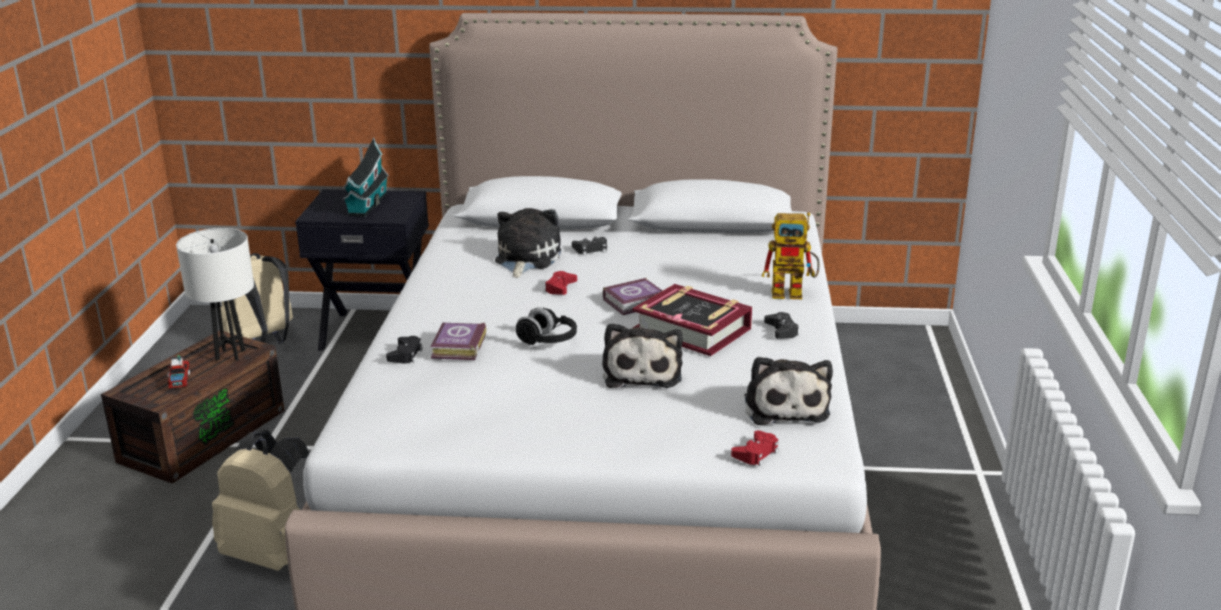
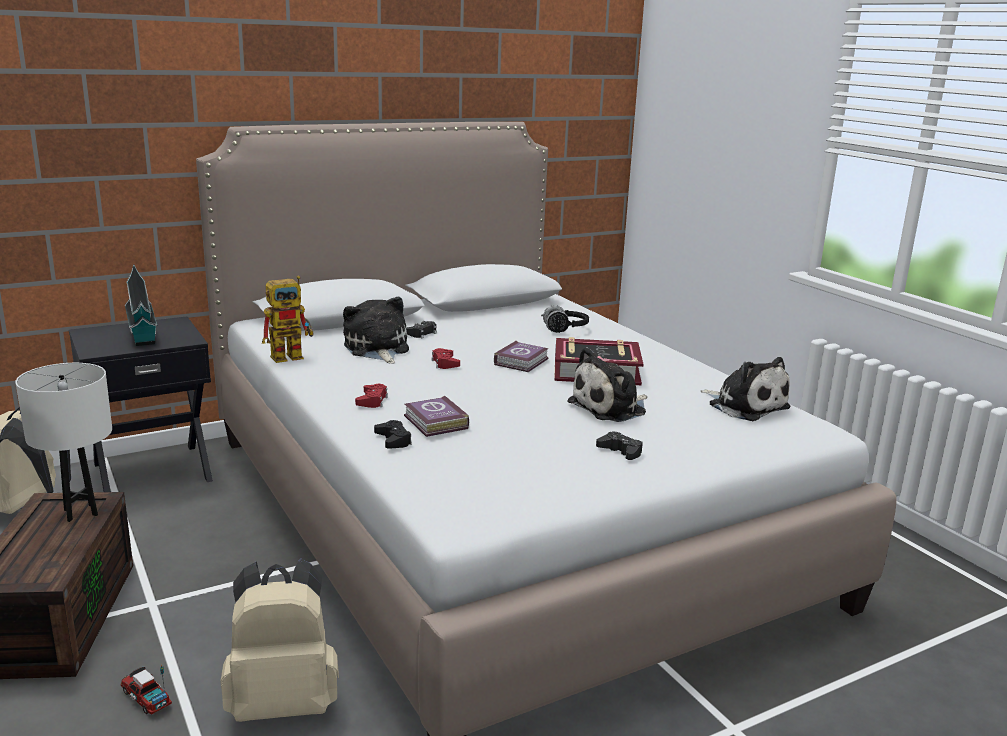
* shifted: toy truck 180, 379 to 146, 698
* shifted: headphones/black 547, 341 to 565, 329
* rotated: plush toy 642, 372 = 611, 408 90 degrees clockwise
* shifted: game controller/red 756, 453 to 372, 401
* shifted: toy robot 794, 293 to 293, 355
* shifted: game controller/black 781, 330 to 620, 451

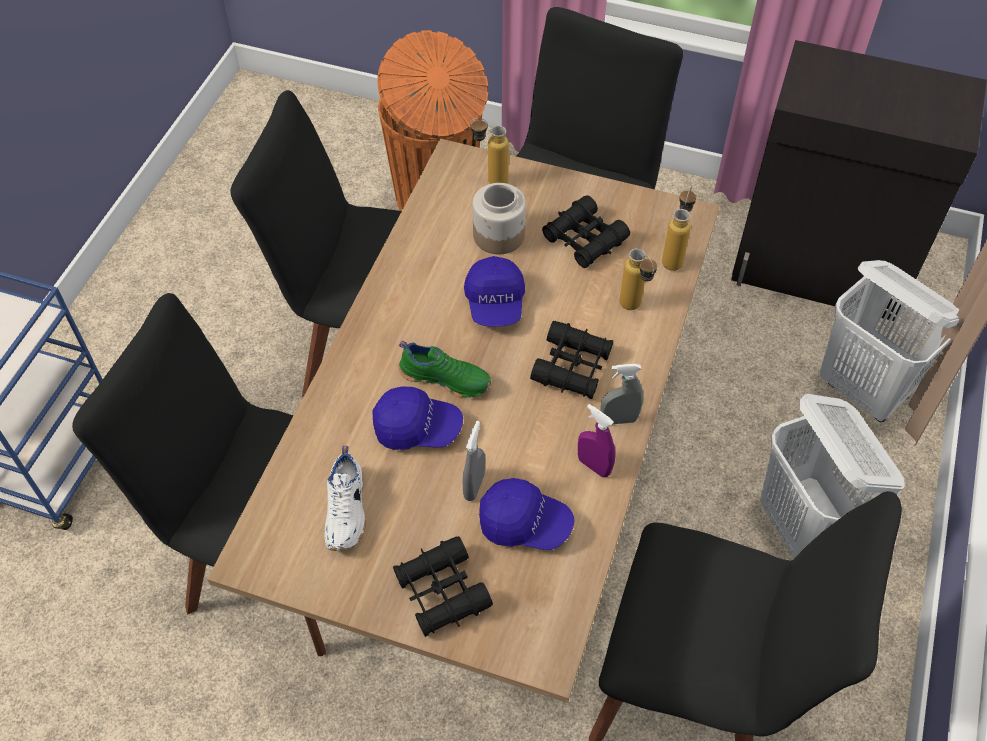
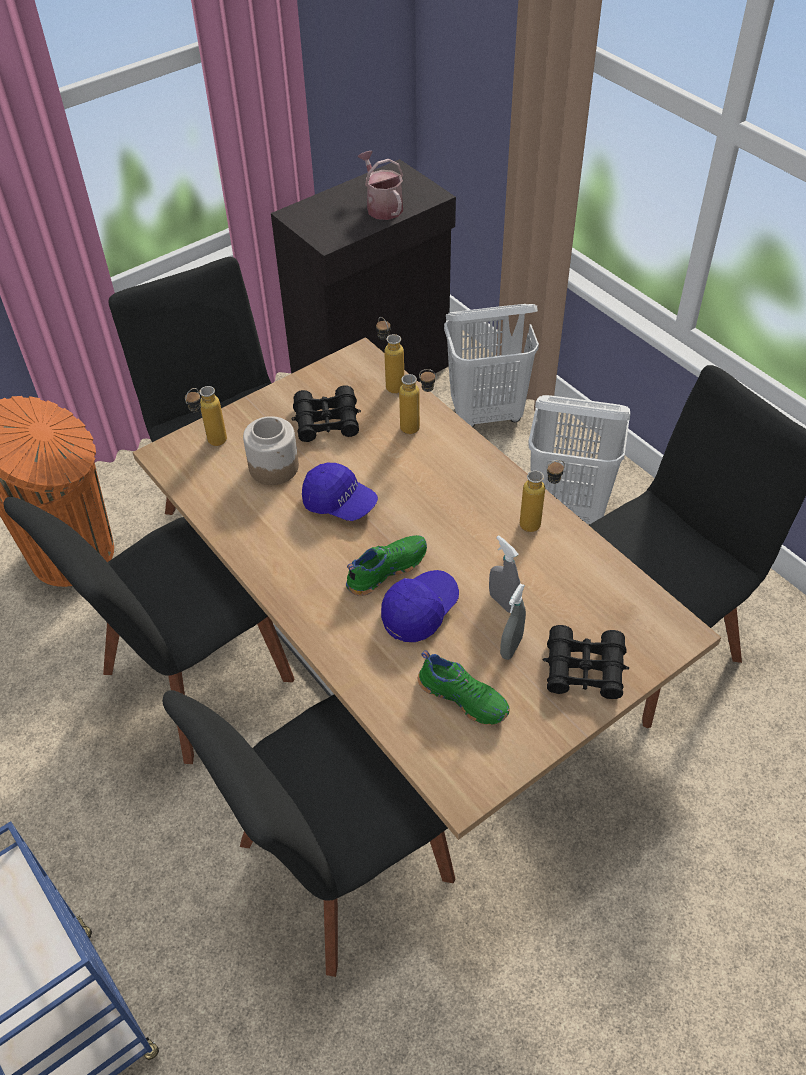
* repainted: shoe/white 347, 510 to shoe/green 464, 696
* gone: cap/blue 524, 523
* gone: binoculars/black 572, 366
* swapped: spray bottle/purple 594, 466 to bottle 538, 523
* shifted: spray bottle/grey 619, 419 to 511, 647
* new: watering can 382, 206

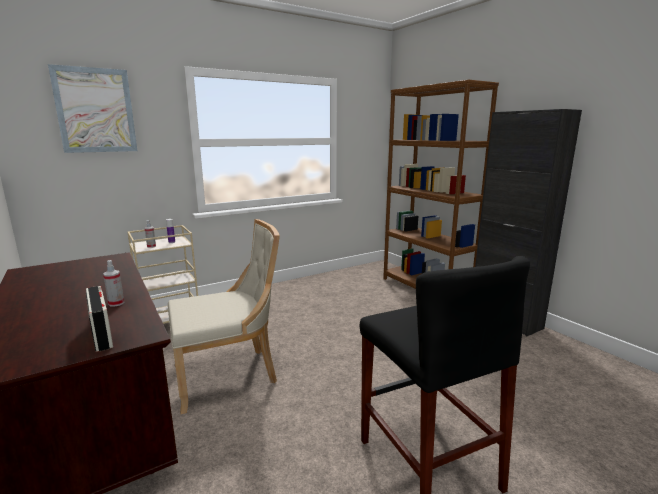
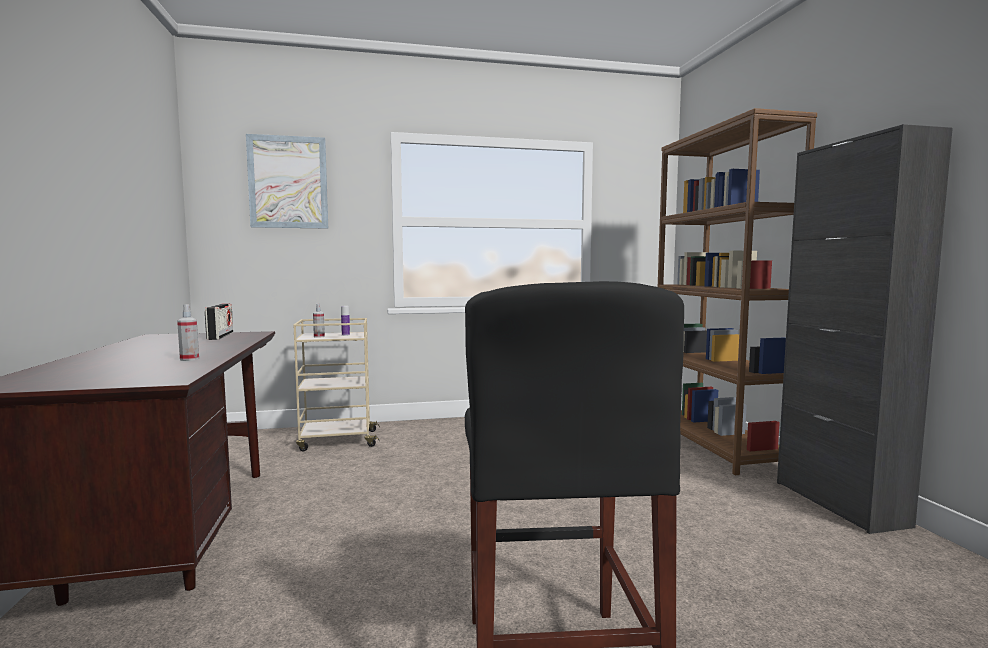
* shifted: radio 101, 334 to 220, 336
* gone: chair/beige 229, 375

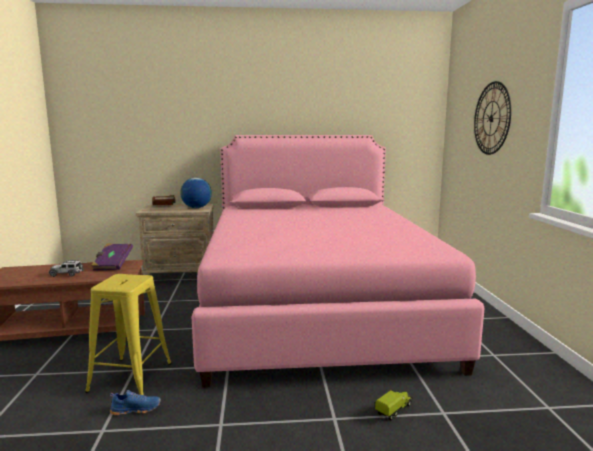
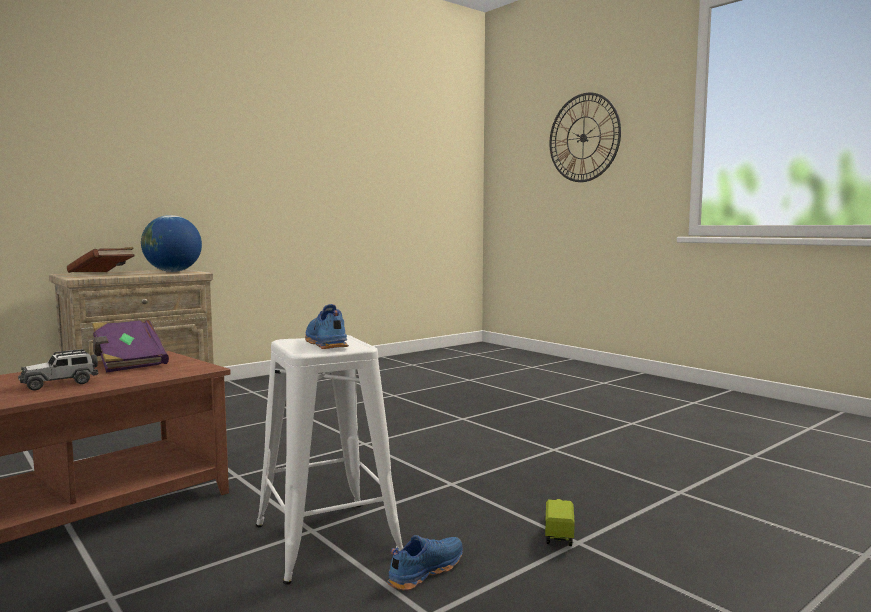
* repainted: stool/yellow 130, 377 to stool/white 327, 540
* gone: bed/pink 316, 308
* shifted: toy truck 394, 410 to 559, 531
* new: shoe/blue 325, 343

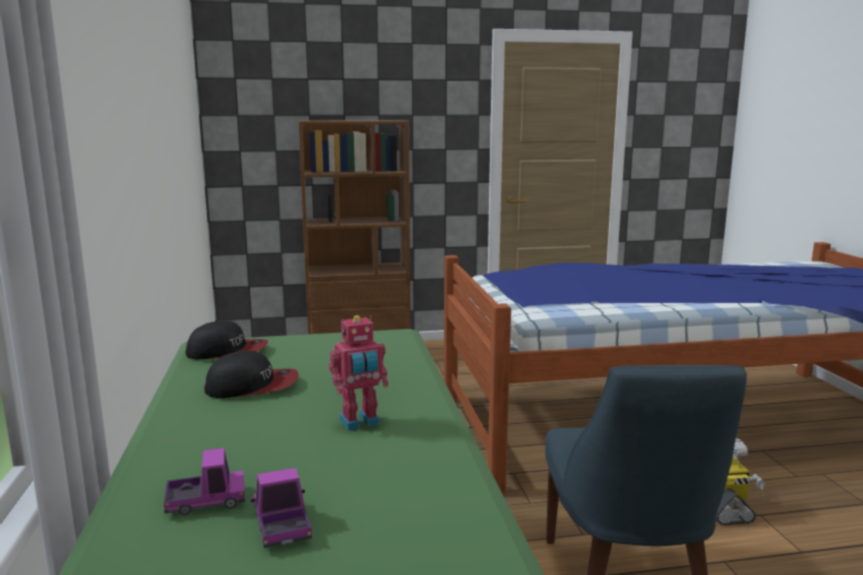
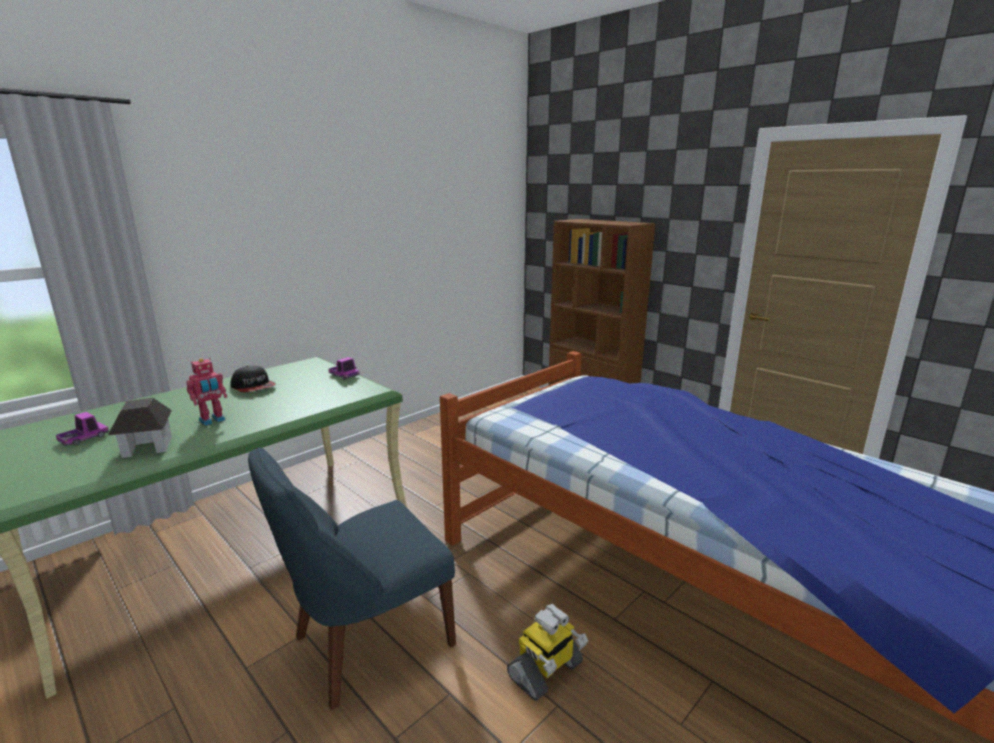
* shifted: toy truck 206, 501 to 344, 375
* gone: cap 227, 352
* rotated: toy robot 360, 422 = 212, 420 75 degrees counterclockwise
* new: toy house 147, 447

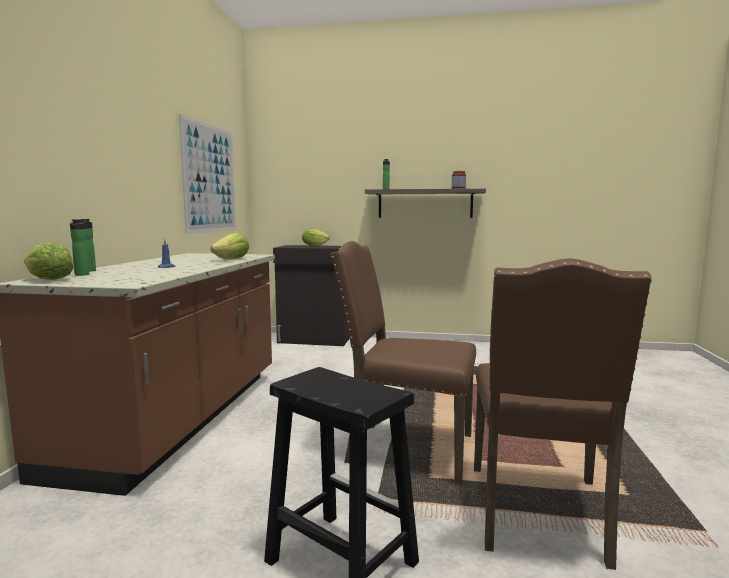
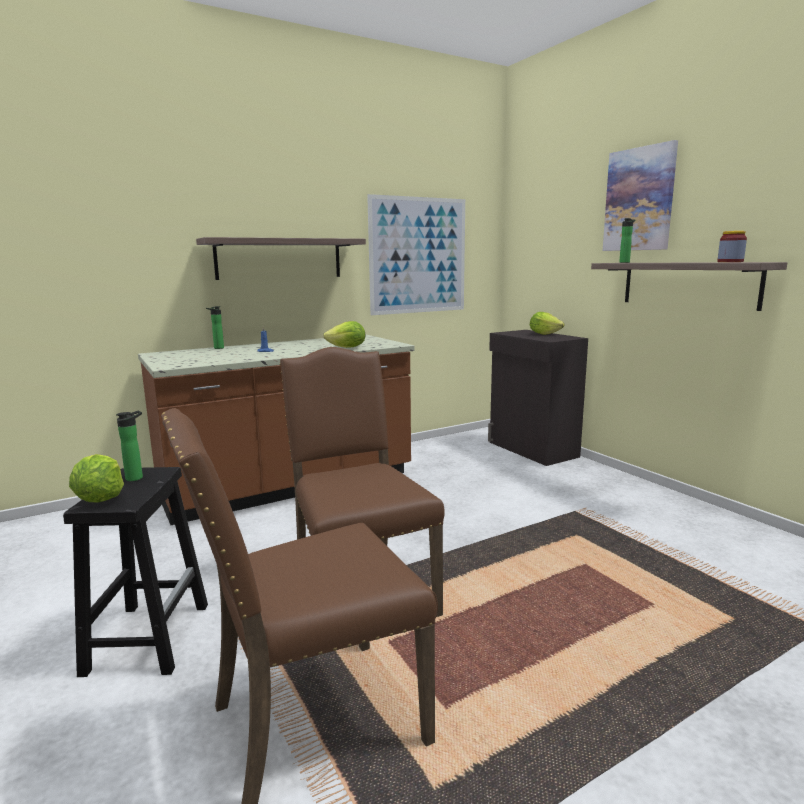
* shifted: lettuce 49, 280 to 100, 498
* shifted: bottle 83, 274 to 137, 477
* new: shelf 279, 258
* new: picture 639, 199

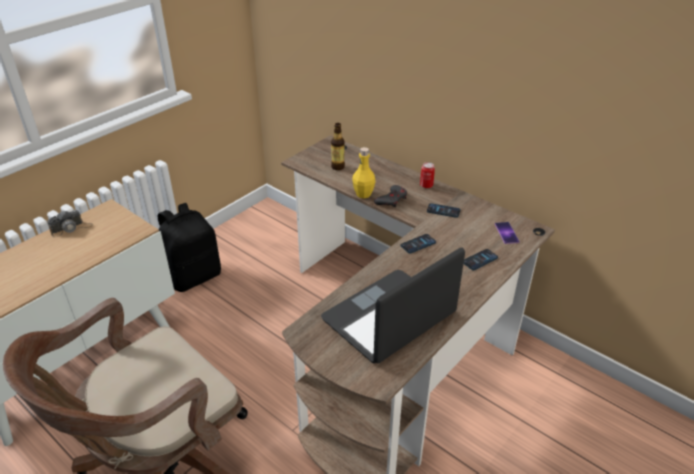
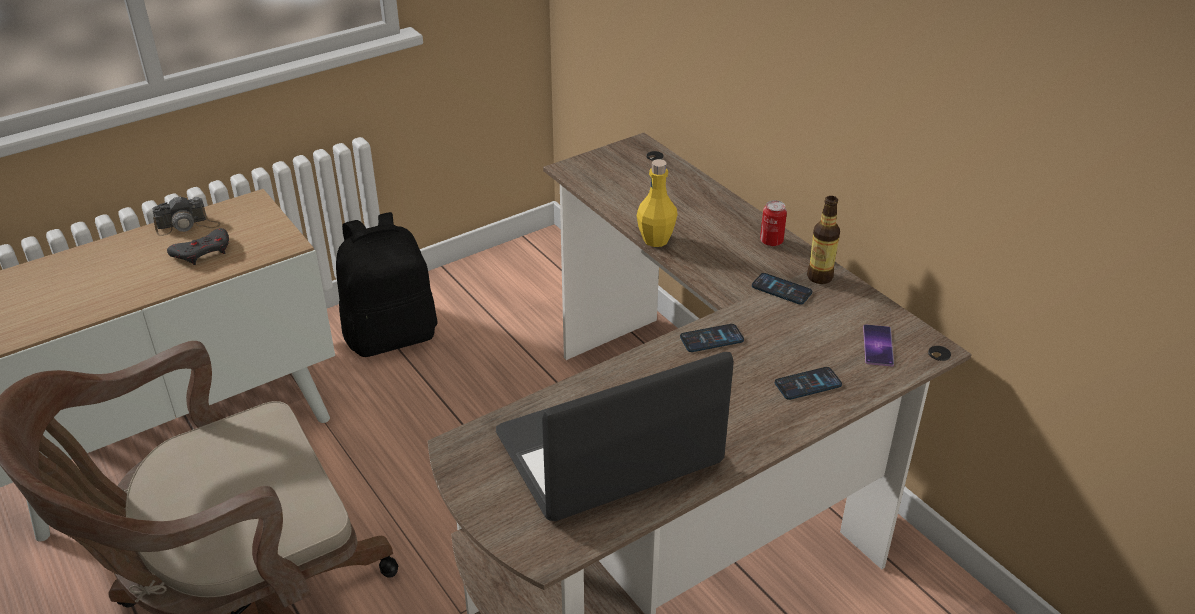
* shifted: bottle 338, 167 to 819, 277
* shifted: game controller/grey 392, 199 to 203, 251

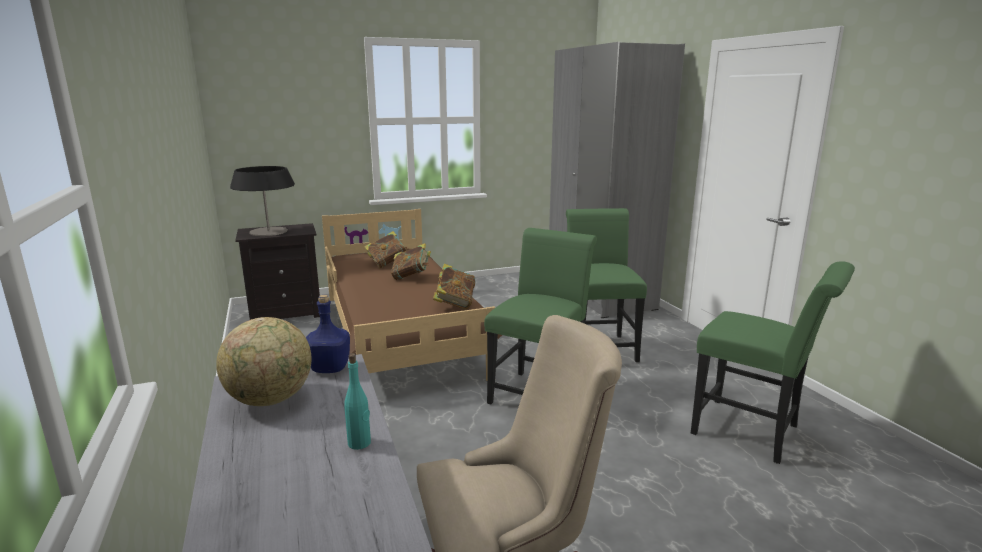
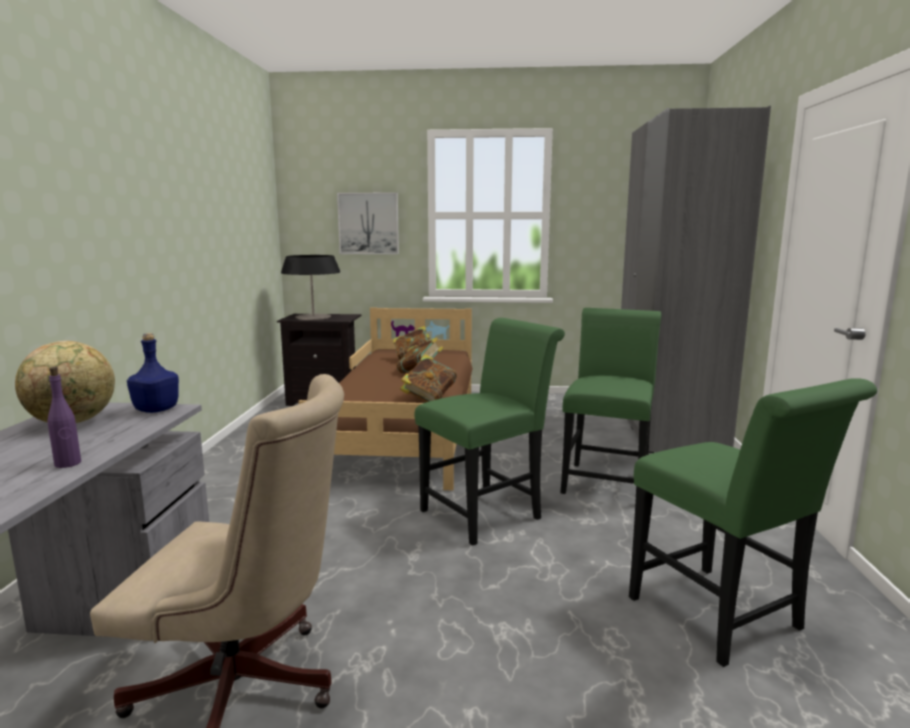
* repainted: bottle/turquoise 359, 443 to bottle/purple 68, 464
* new: picture 368, 223

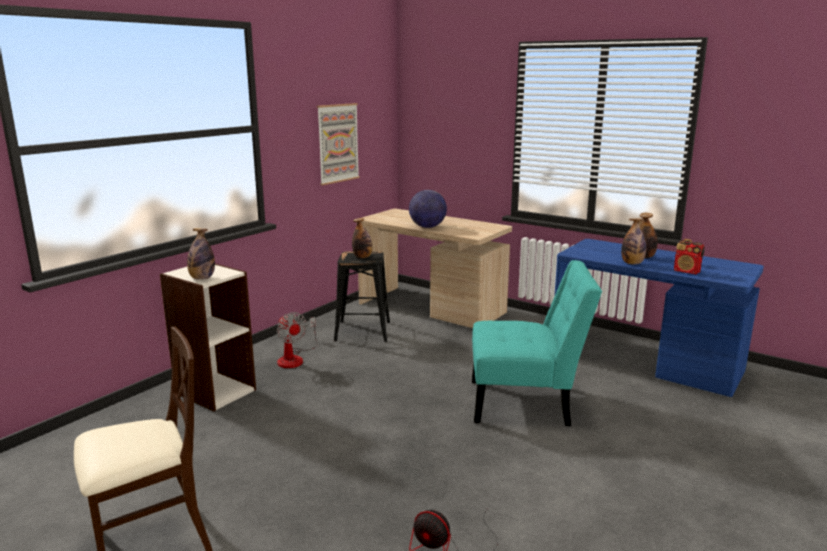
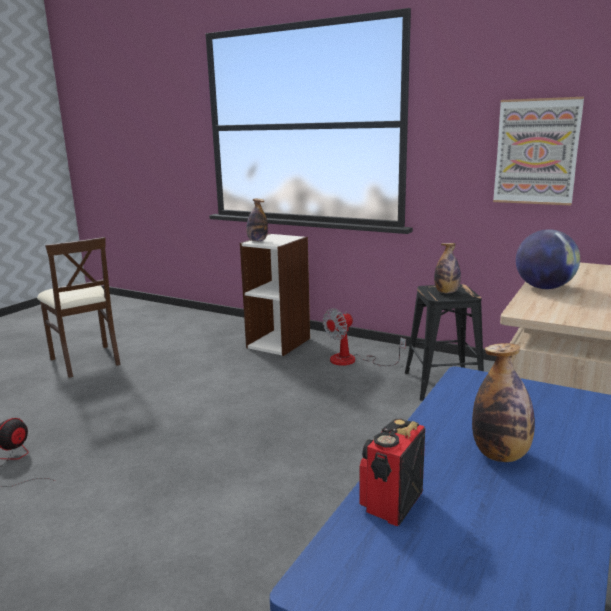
* gone: chair/turquoise 526, 403
* gone: bottle 632, 263

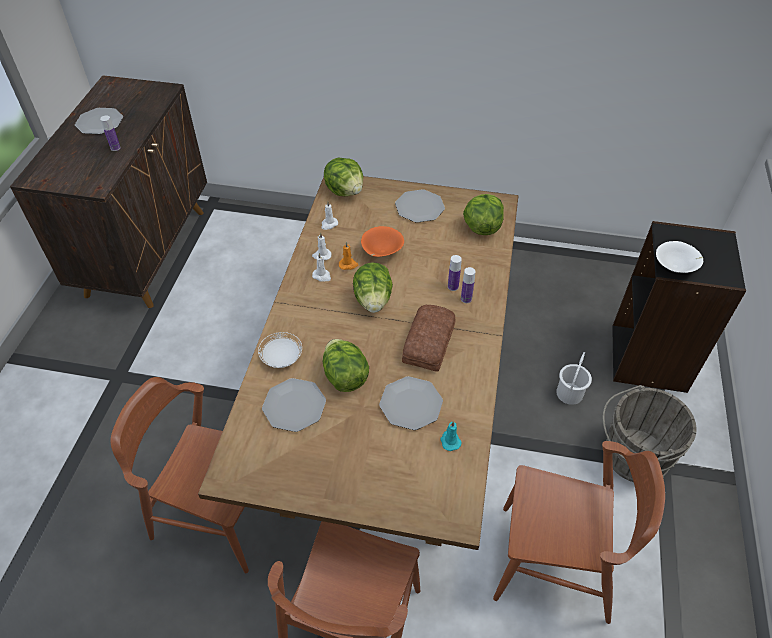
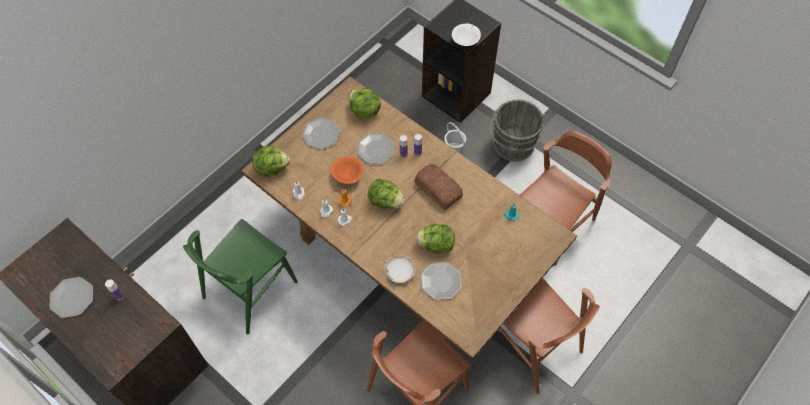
* shifted: plate 411, 404 to 375, 149
* new: chair/green 249, 289

